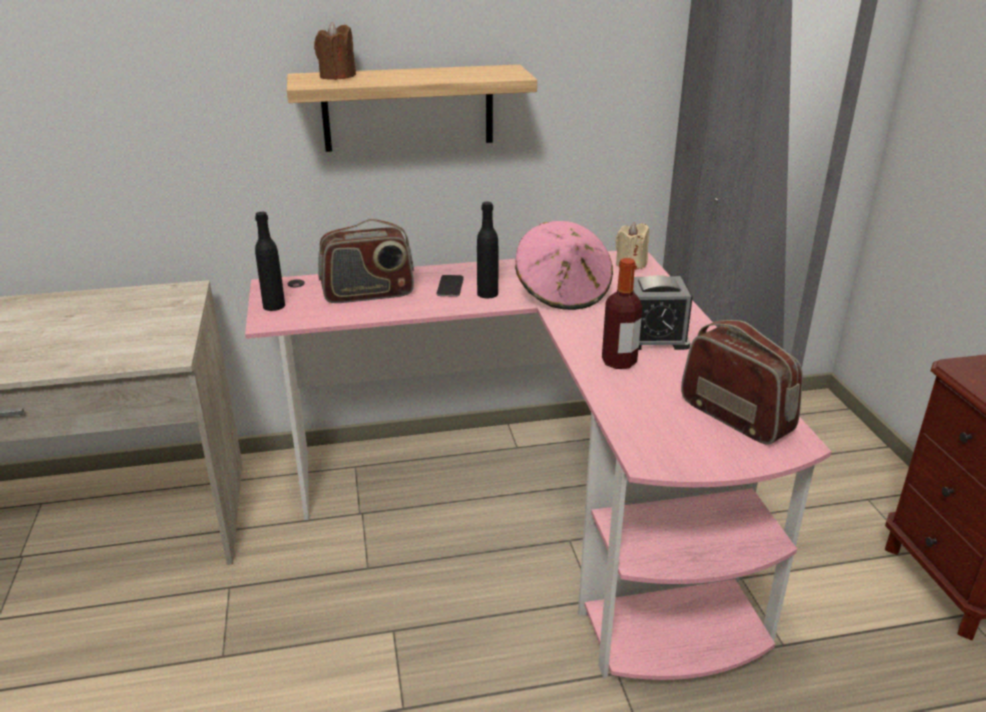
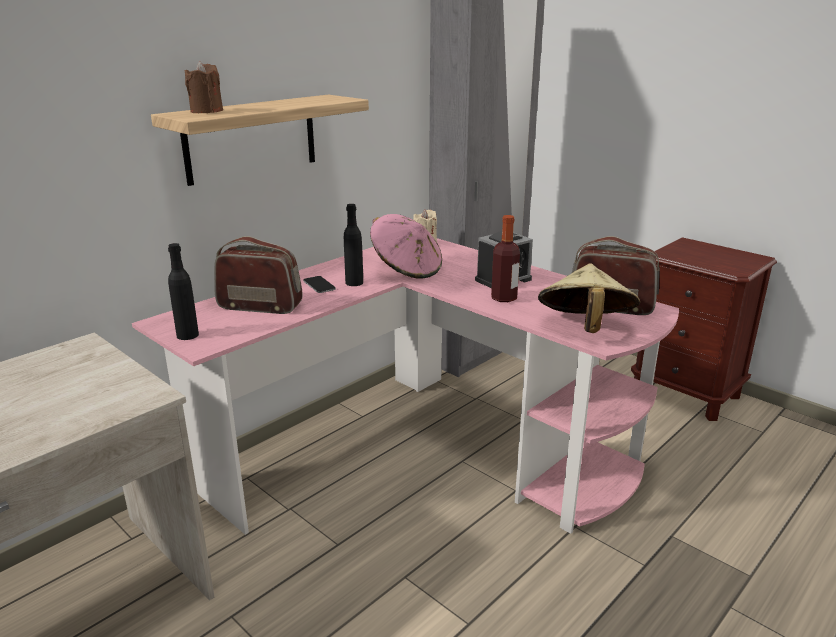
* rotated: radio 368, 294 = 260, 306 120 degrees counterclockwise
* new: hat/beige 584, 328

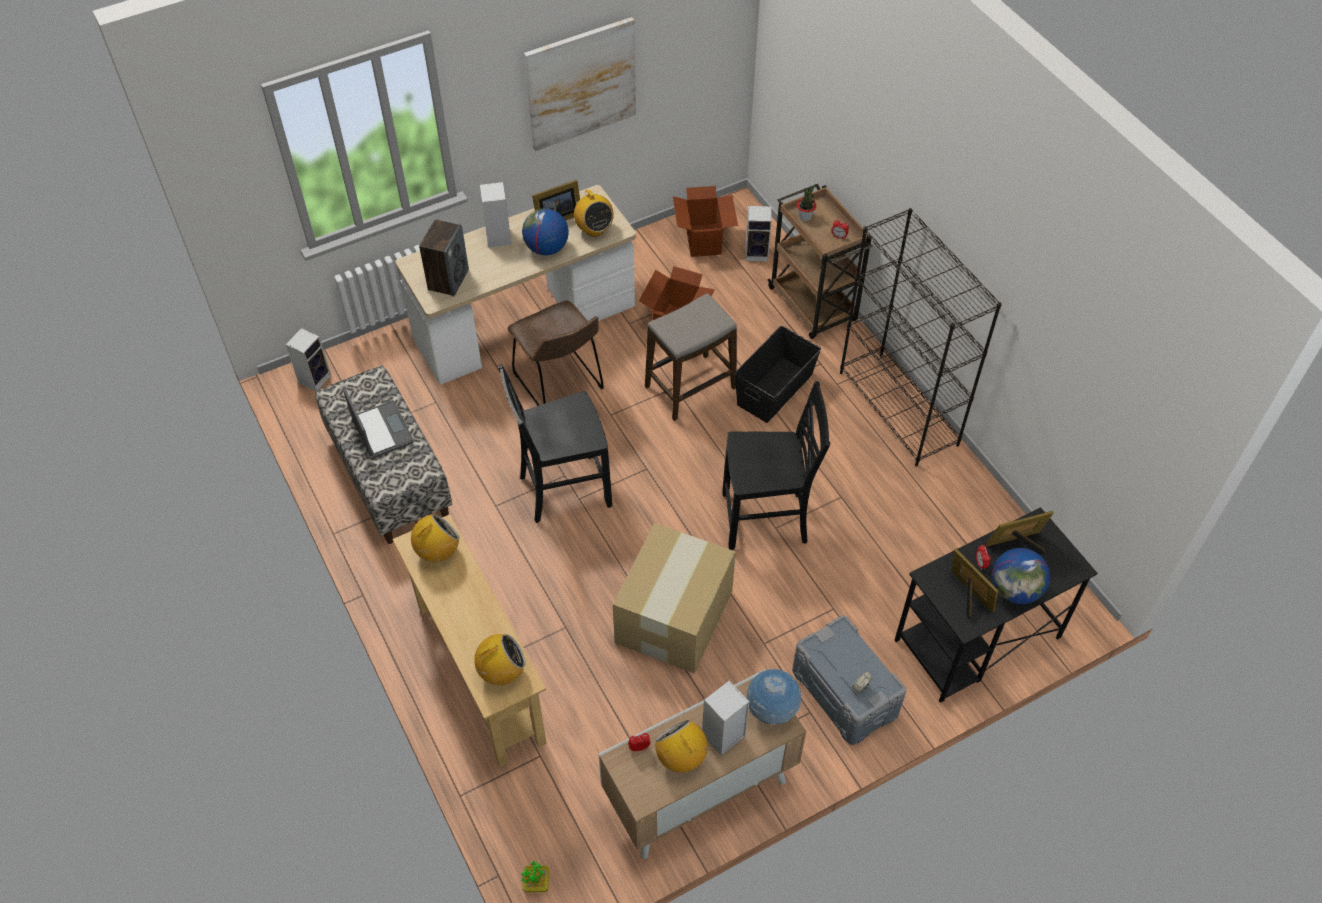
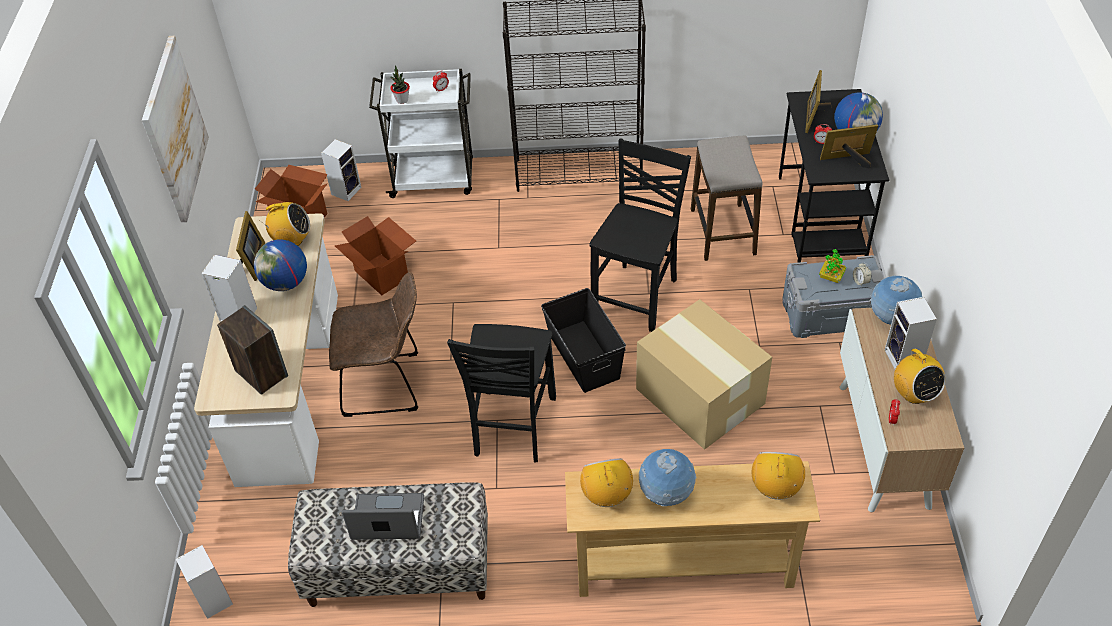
* shifted: potted plant 536, 882 to 831, 277
* shifted: stool 690, 387 to 722, 232
* rotated: radio 681, 758 = 913, 394 105 degrees counterclockwise
* shifted: storage box/black 775, 389 to 584, 355
* repainted: cart/brown 813, 306 to cart/white 434, 179
* new: globe 666, 494

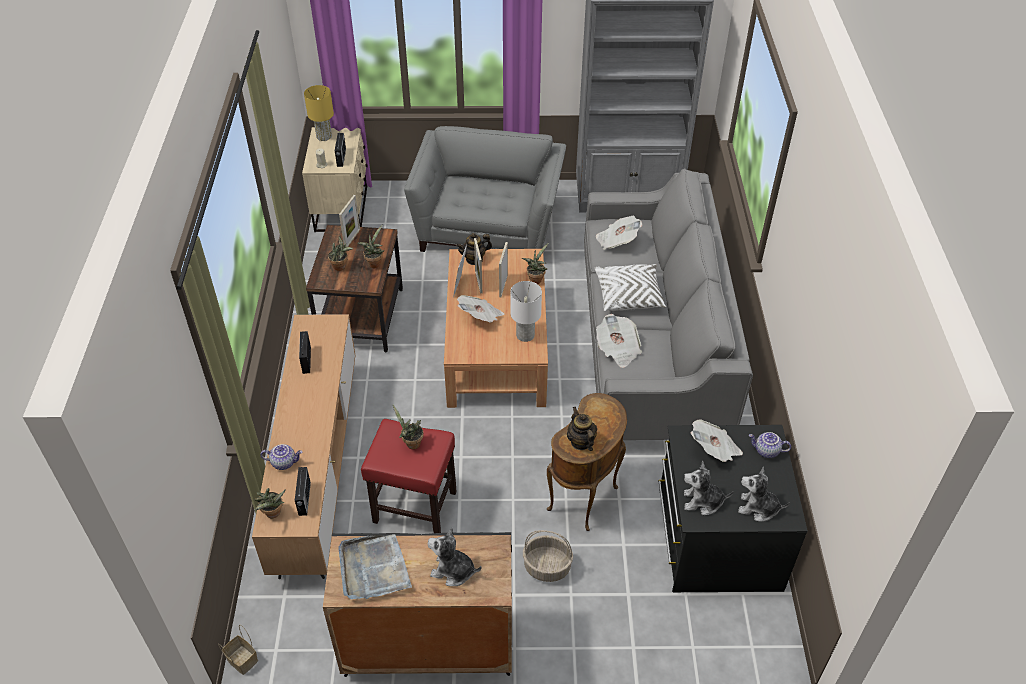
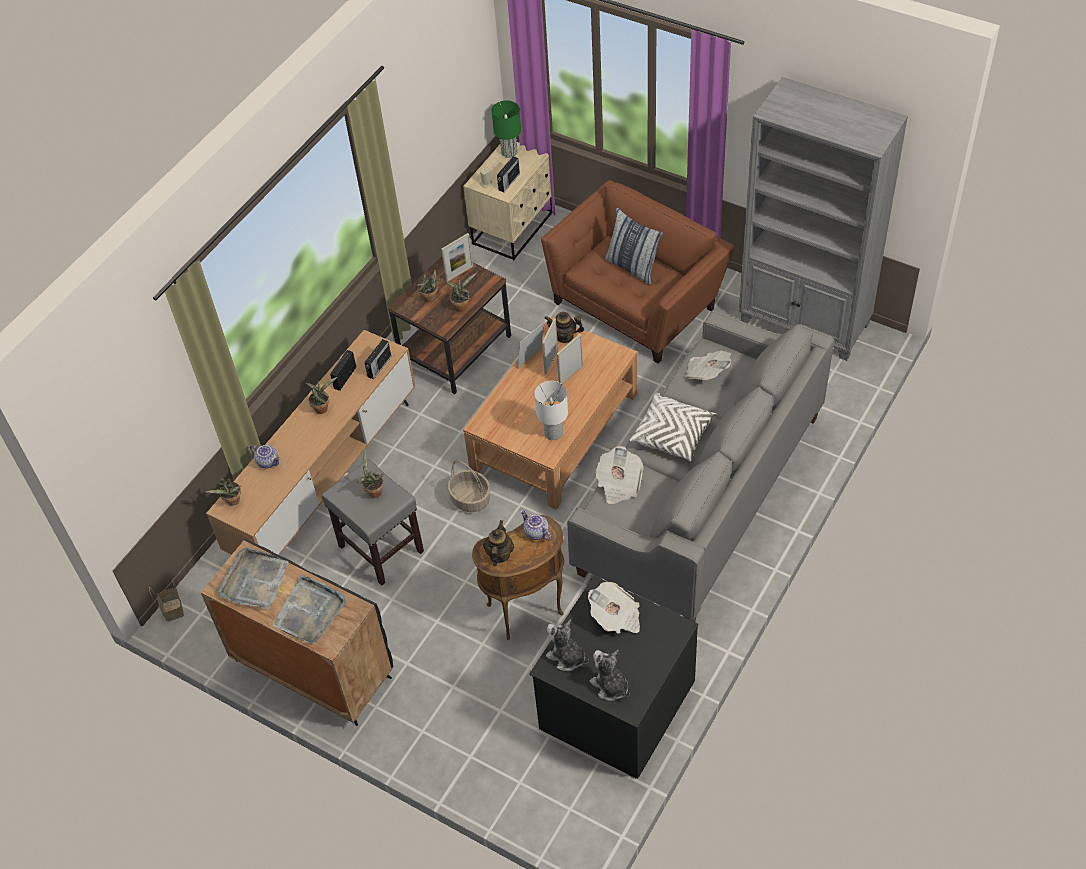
* shifted: radio 304, 499 to 379, 367
* repainted: table lamp/yellow 324, 137 to table lamp/green 509, 152
* repainted: stool/red 413, 507 to stool/grey 380, 548
* repainted: armchair/grey 489, 227 to armchair/brown 638, 302
* swapped: plush toy 453, 571 to tray/grey 310, 612
* gone: newspaper 481, 317
* shifted: potted plant 536, 279 to 322, 407
* shifted: basket 546, 567 to 470, 499
* shifted: teapot 766, 451 to 535, 533
* new: pillow 632, 267

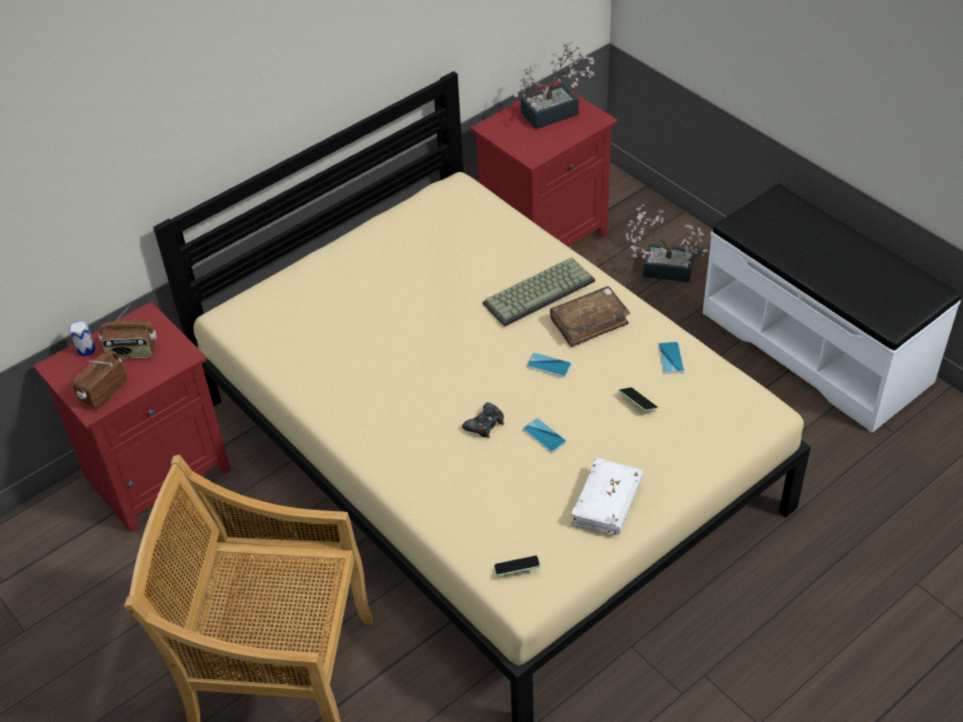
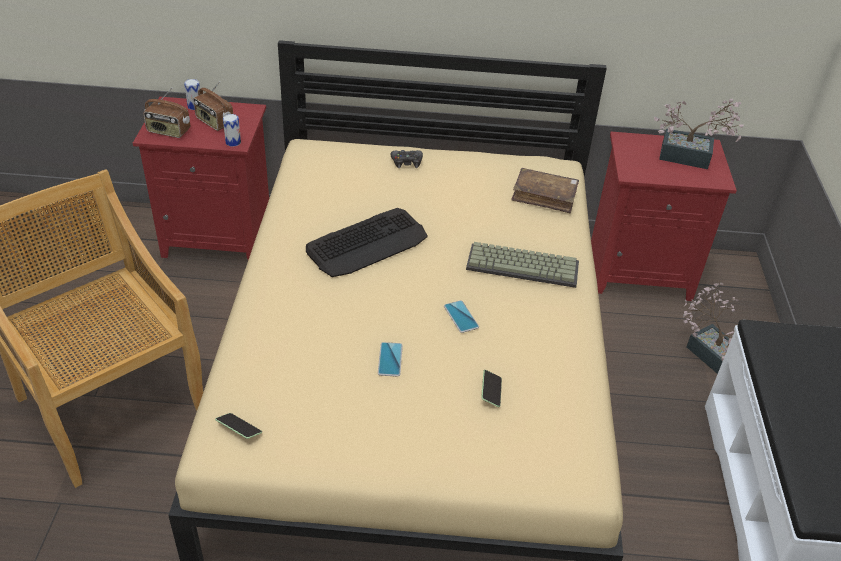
* rotated: radio 103, 391 = 168, 131 150 degrees counterclockwise
* shifted: game controller/black 485, 424 to 407, 162
* shifted: book/brown 589, 322 to 544, 196
* gone: book/white 607, 504
* gone: phone 671, 358
* new: can 233, 142
* new: keyboard 367, 243

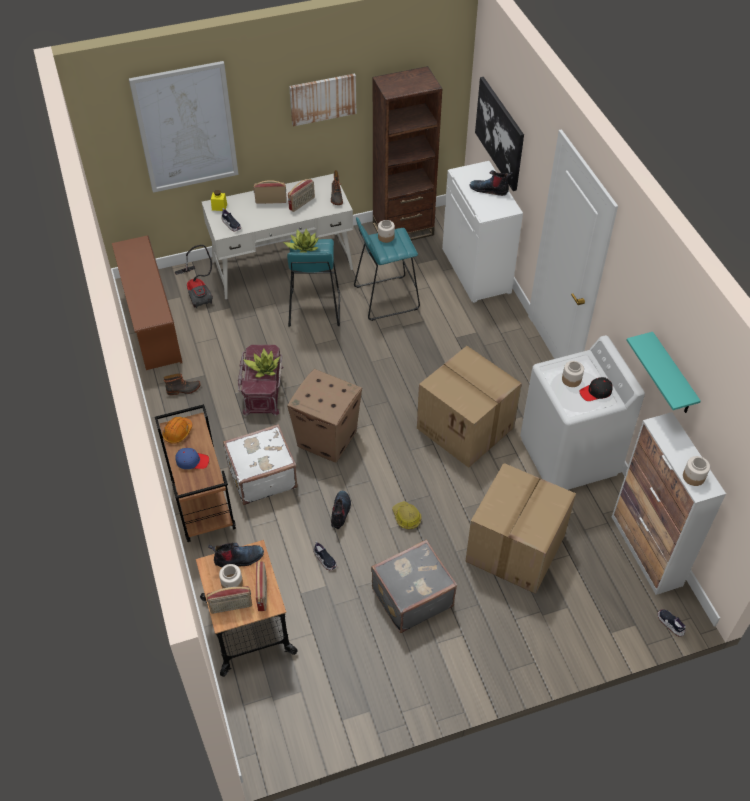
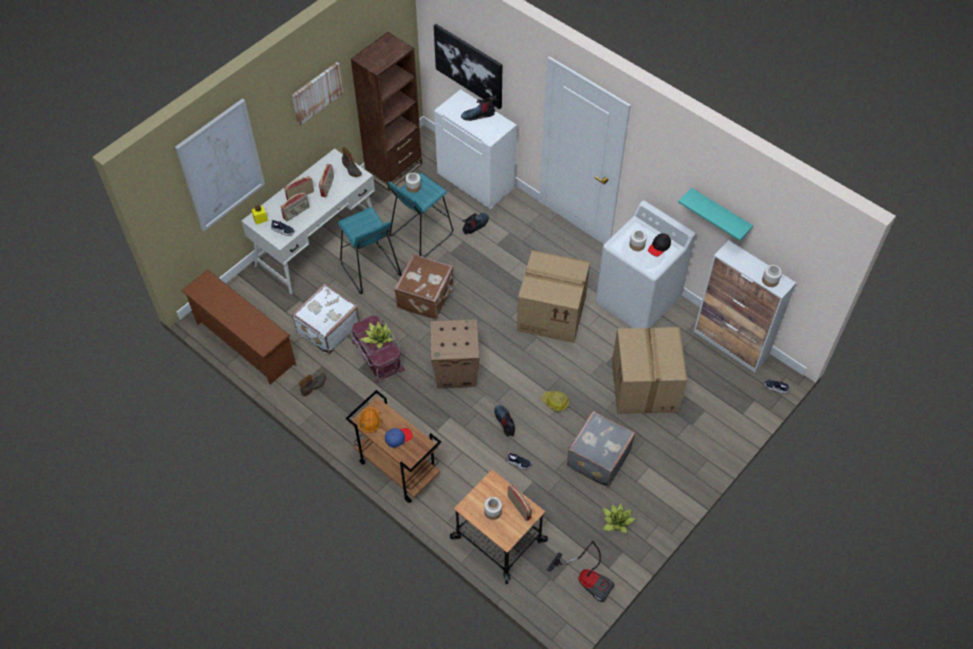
* shifted: vacuum cleaner 198, 291 to 587, 579
* shifted: radio 231, 607 to 296, 213
* shifted: boot 238, 559 to 475, 226
* shifted: suitcase/white 261, 476 to 327, 329
* shifted: potted plant 303, 247 to 616, 522
* new: suitcase/brown 426, 297

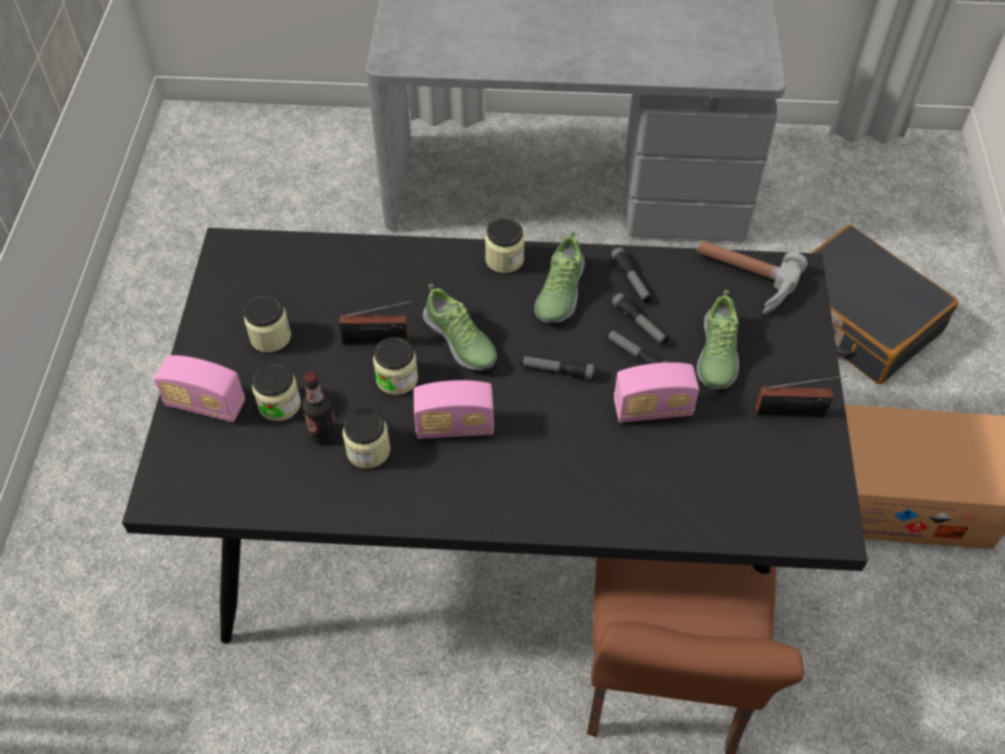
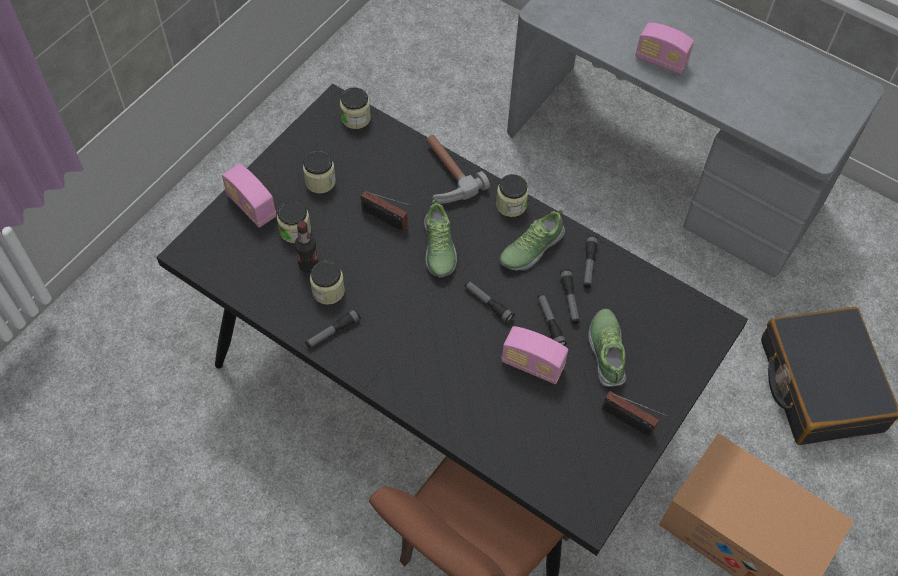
* shifted: jar 397, 378 to 356, 118
* shifted: radio 454, 426 to 661, 60
* shifted: hammer 742, 280 to 443, 175
* rotated: shoe 716, 355 = 607, 351 135 degrees clockwise
* new: flashlight 332, 332

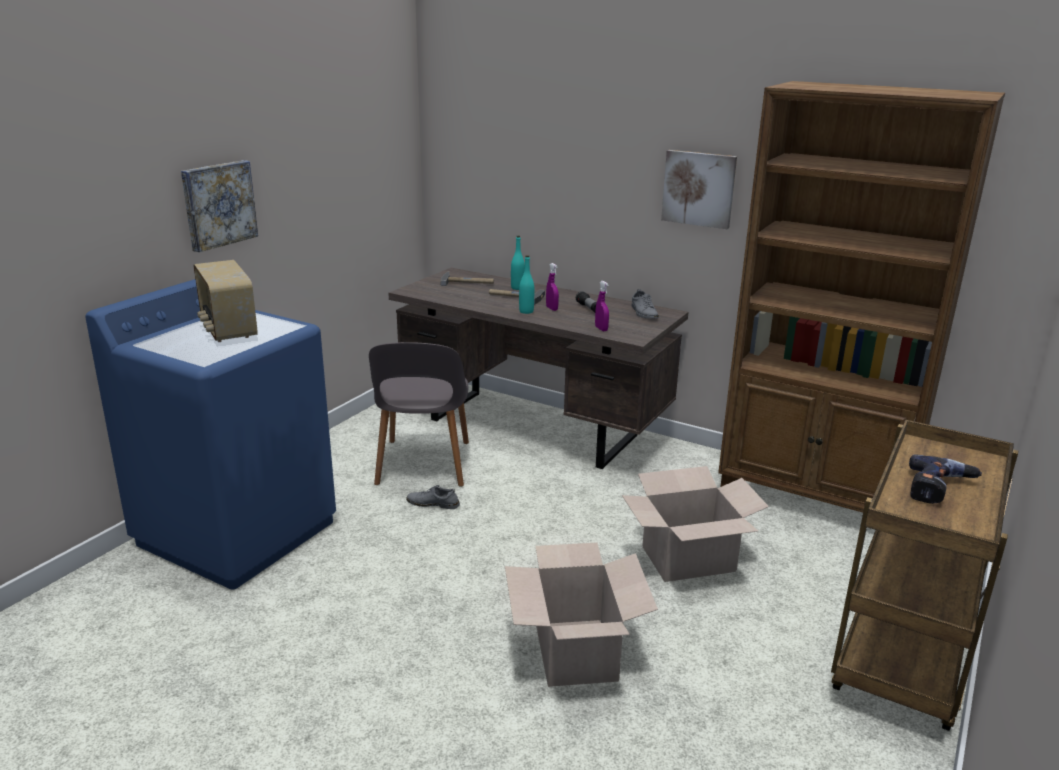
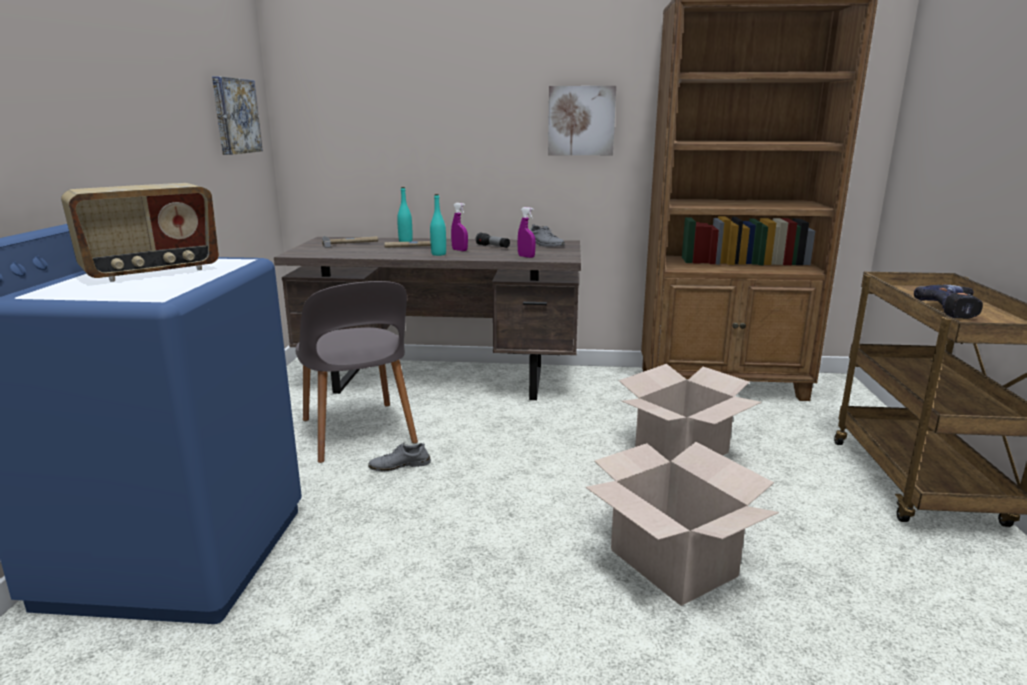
* shifted: picture 218, 204 to 234, 116
* rotated: radio 227, 330 = 152, 272 75 degrees counterclockwise

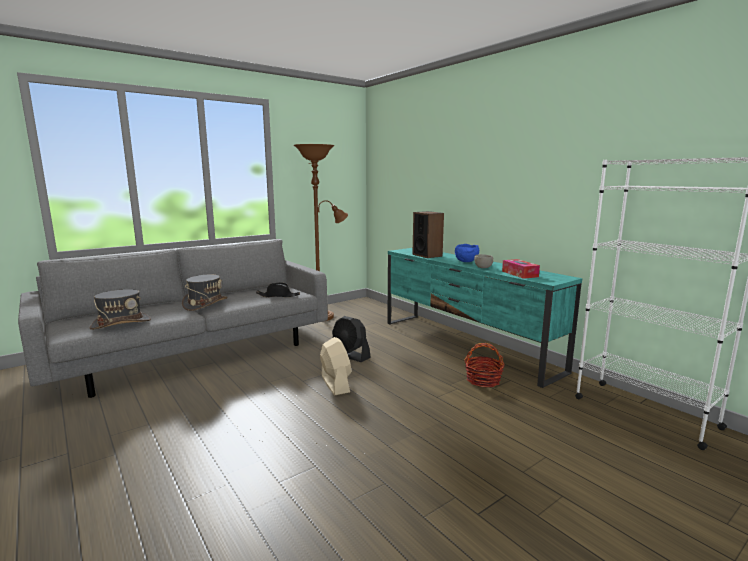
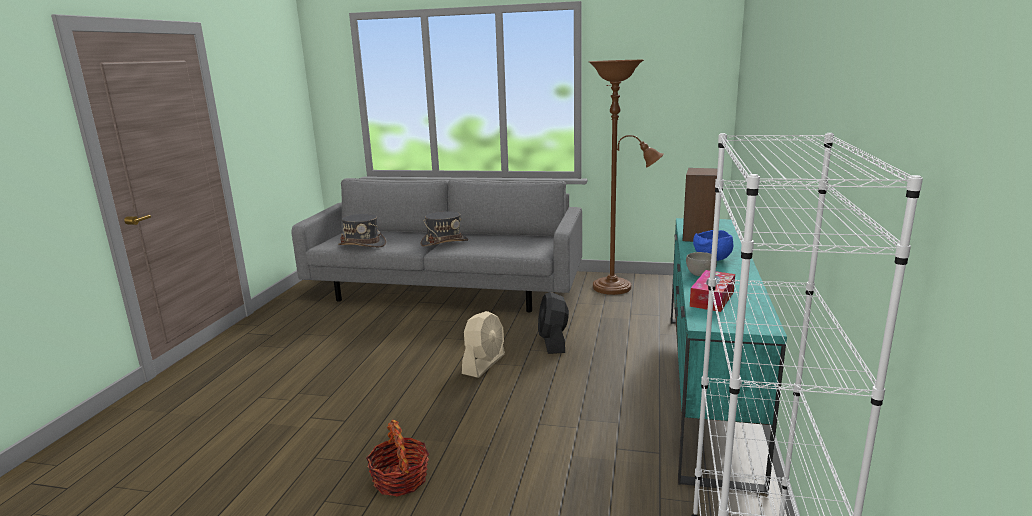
* gone: hat/black 278, 296
* shifted: basket 483, 380 to 400, 479

